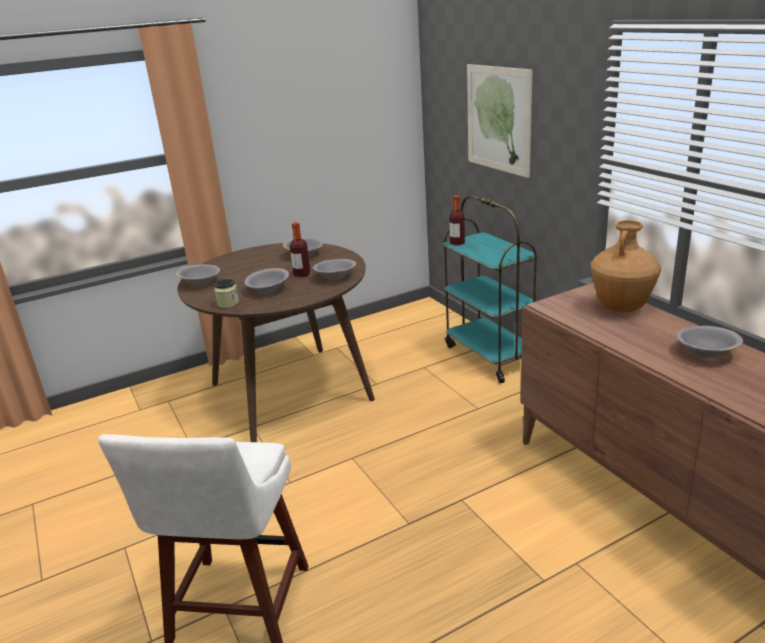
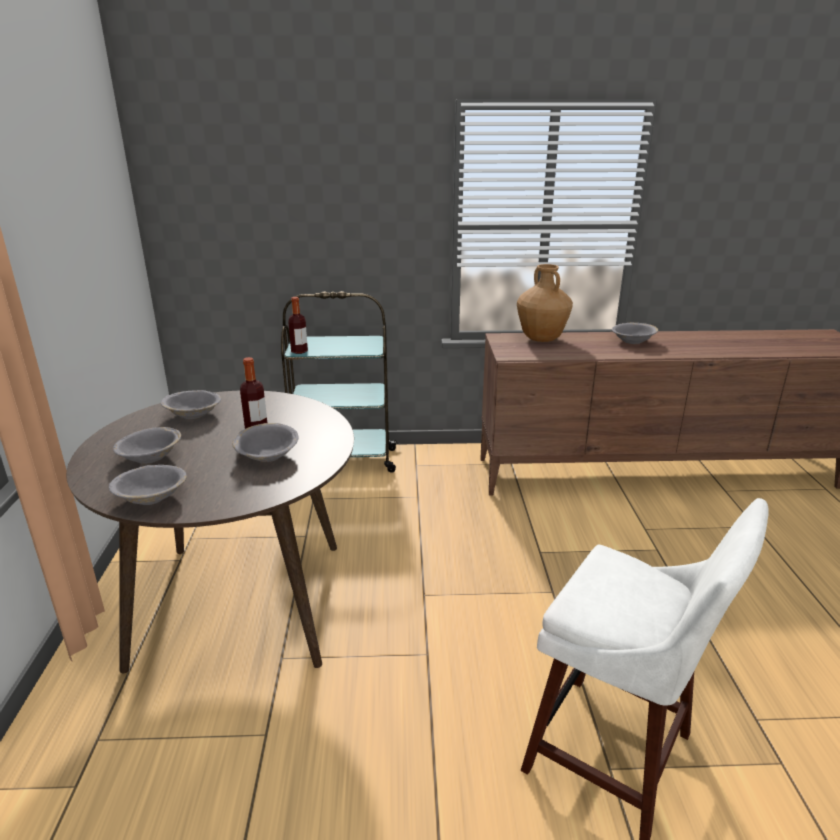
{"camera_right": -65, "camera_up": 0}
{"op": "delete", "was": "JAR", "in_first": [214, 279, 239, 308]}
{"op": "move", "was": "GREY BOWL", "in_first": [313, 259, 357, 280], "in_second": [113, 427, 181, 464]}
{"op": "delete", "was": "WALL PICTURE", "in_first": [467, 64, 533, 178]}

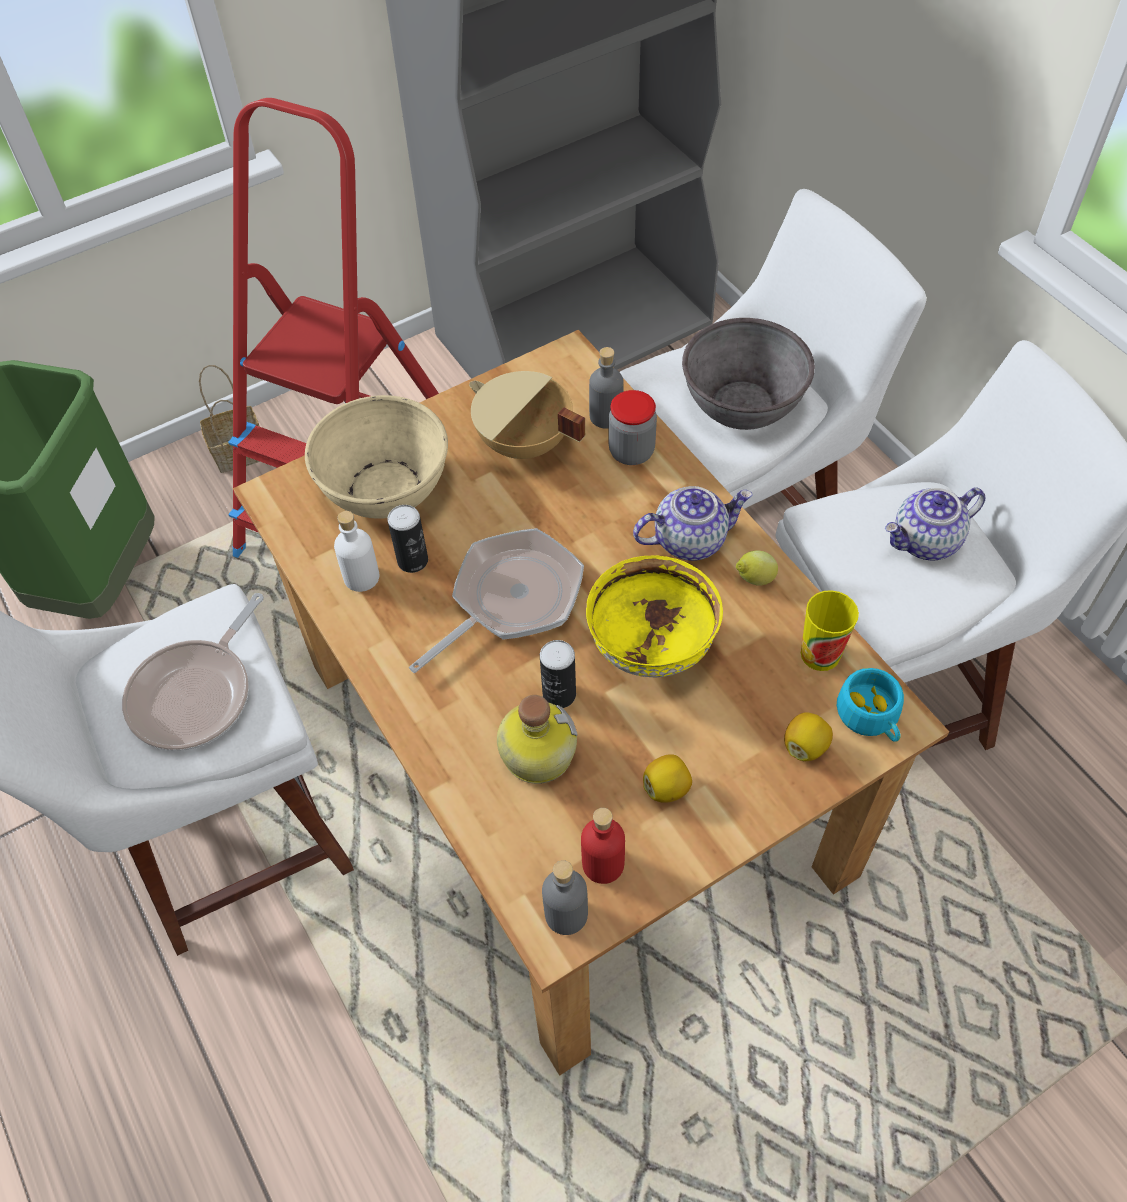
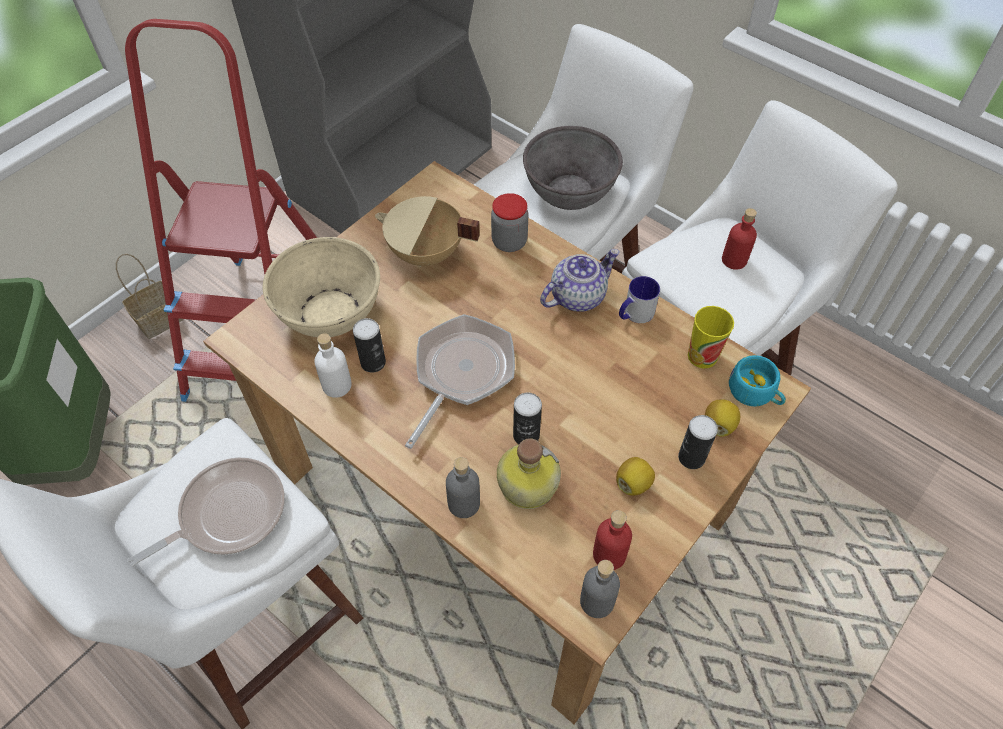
{"camera_right": -20, "camera_up": 0}
{"op": "rotate", "was": "SKILLET", "in_first": [122, 593, 264, 751], "in_second": [126, 457, 285, 567], "clockwise": -135}
{"op": "delete", "was": "YELLOWISH BOWL", "in_first": [586, 555, 723, 677]}
{"op": "move", "was": "GREY BOTTLE", "in_first": [589, 347, 624, 428], "in_second": [446, 457, 480, 518]}
{"op": "replace", "was": "LEMON", "now": "COFFEE MUG", "in_first": [736, 551, 778, 586], "in_second": [619, 276, 660, 323]}
{"op": "replace", "was": "POT FOR TEA", "now": "RED-COLOURED BOTTLE", "in_first": [885, 487, 986, 560], "in_second": [722, 208, 757, 270]}
{"op": "insert", "now": "SEALED CAN", "in_second": [678, 415, 718, 469]}

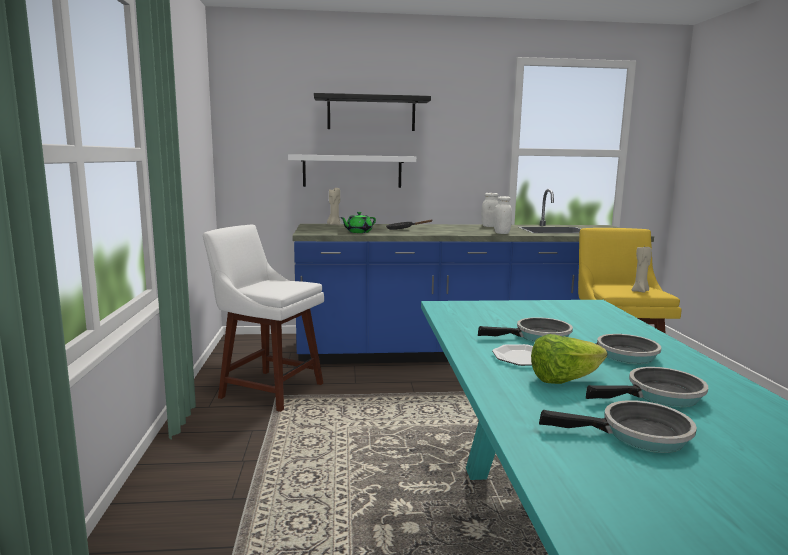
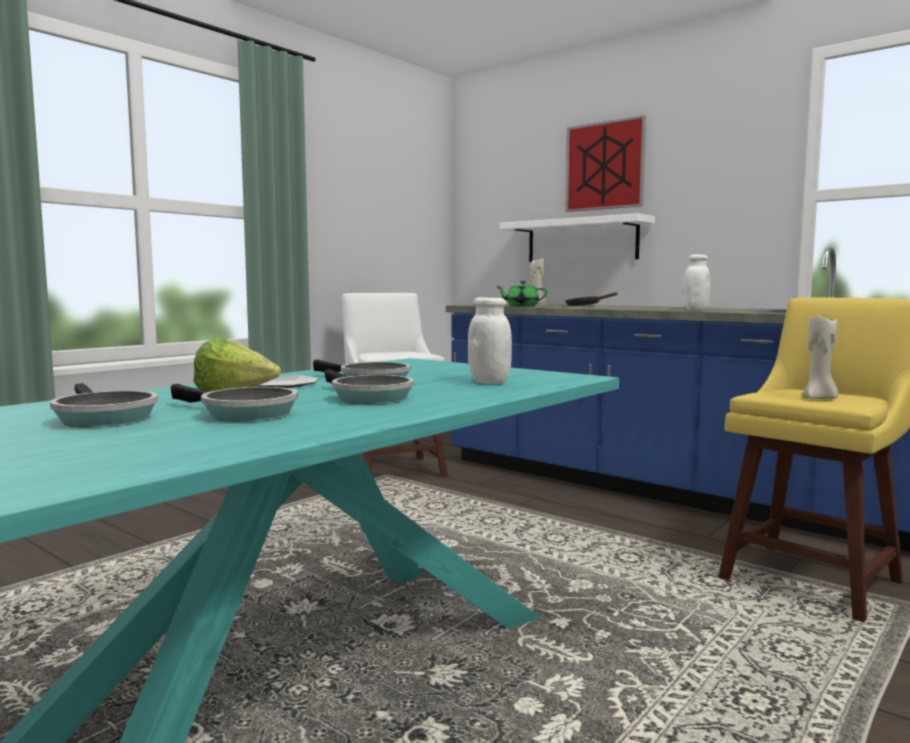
{"camera_right": 45, "camera_up": -5}
{"op": "replace", "was": "BLACK BRACKET SHELF", "now": "WALL PICTURE", "in_first": [314, 93, 431, 131], "in_second": [565, 115, 646, 212]}
{"op": "move", "was": "WHITE-COLOURED JAR", "in_first": [481, 193, 498, 227], "in_second": [468, 297, 512, 384]}

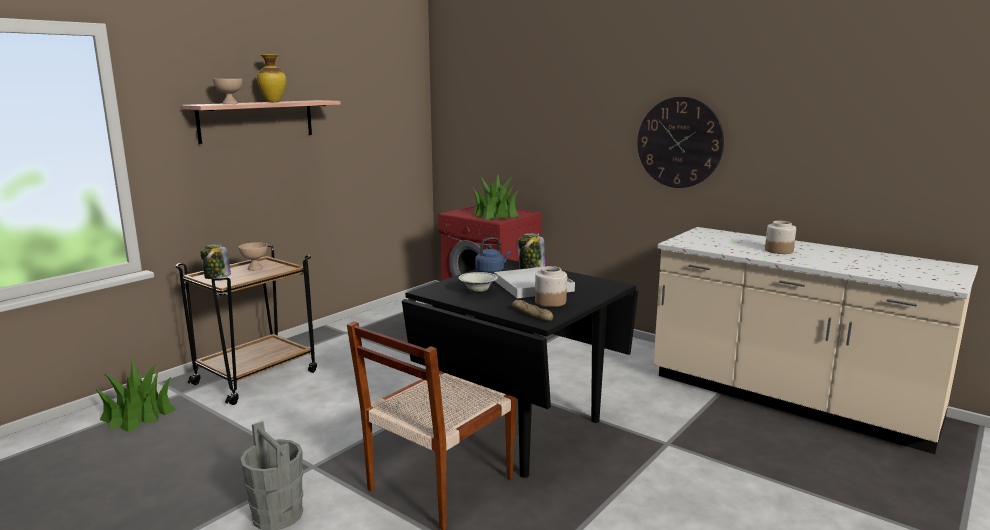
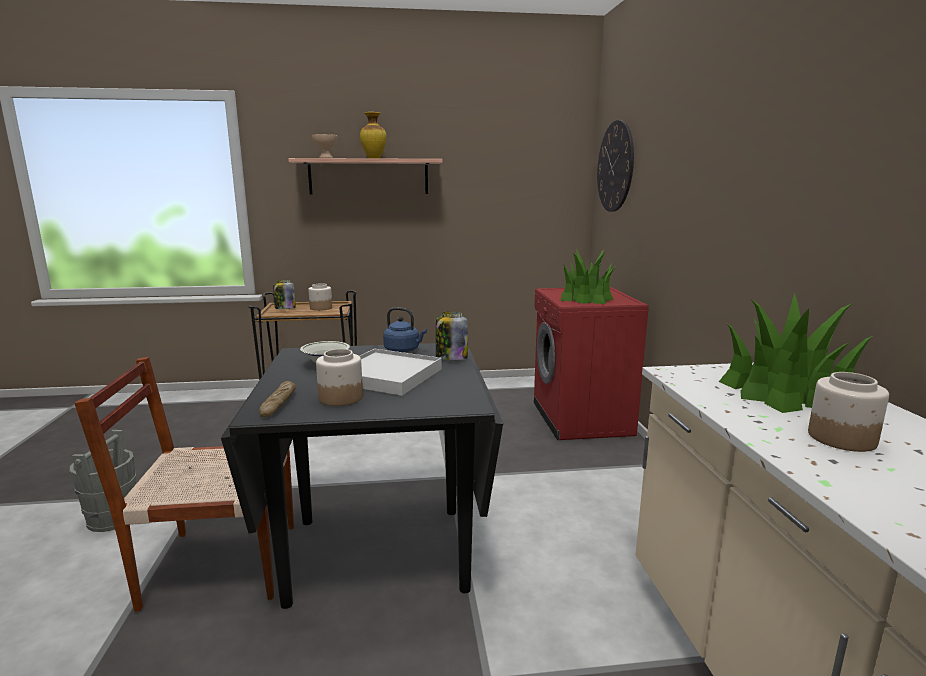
{"camera_right": 45, "camera_up": 0}
{"op": "move", "was": "HOUSEPLANT", "in_first": [94, 360, 176, 432], "in_second": [719, 292, 873, 413]}
{"op": "replace", "was": "BEIGE-COLOURED BOWL", "now": "JAR", "in_first": [239, 242, 267, 271], "in_second": [308, 283, 332, 311]}
{"op": "move", "was": "CLOCK ON THE WALL", "in_first": [637, 97, 724, 188], "in_second": [597, 120, 634, 212]}

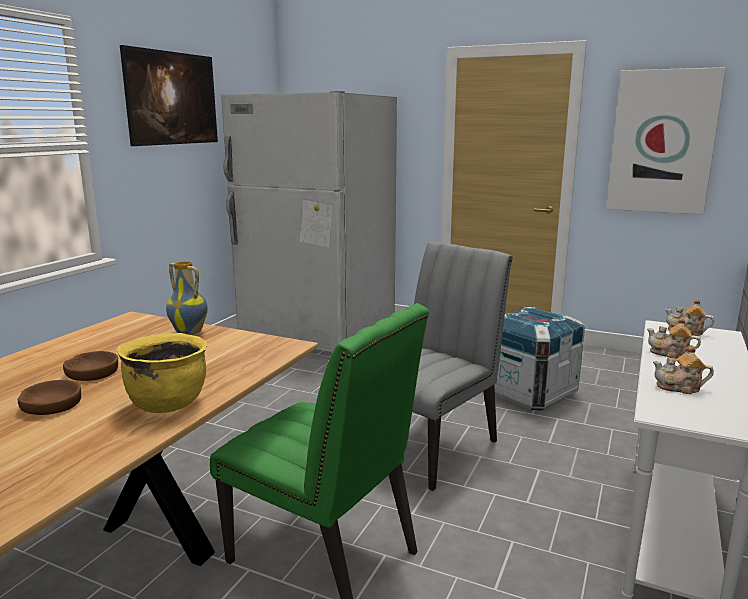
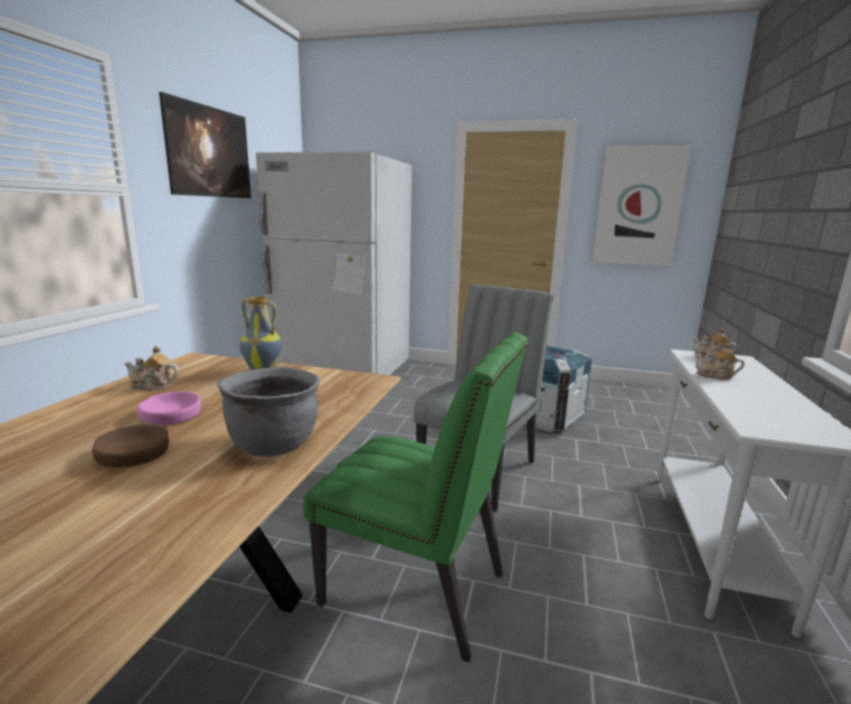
{"camera_right": -10, "camera_up": 0}
{"op": "recolor", "was": "BROWN-COLOURED BOWL", "now": "PINK-COLOURED BOWL", "in_first": [63, 351, 118, 381], "in_second": [137, 391, 201, 425]}
{"op": "recolor", "was": "YELLOWISH SAUCEPOT", "now": "GREY SAUCEPOT", "in_first": [117, 333, 207, 413], "in_second": [217, 367, 320, 457]}
{"op": "move", "was": "POT FOR TEA", "in_first": [653, 345, 714, 394], "in_second": [124, 346, 179, 391]}

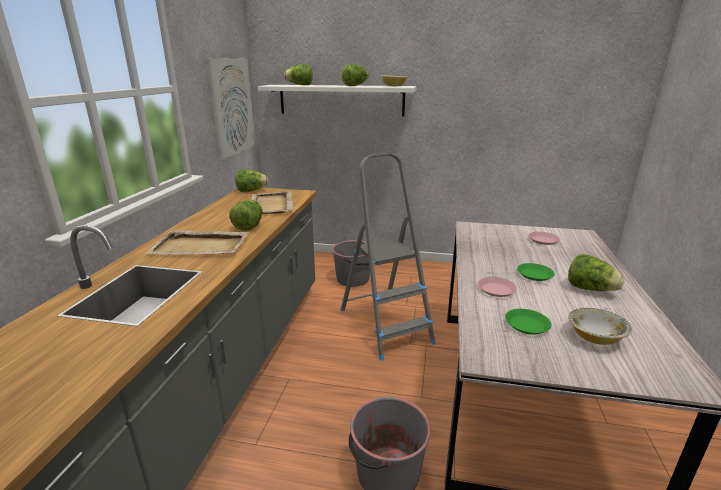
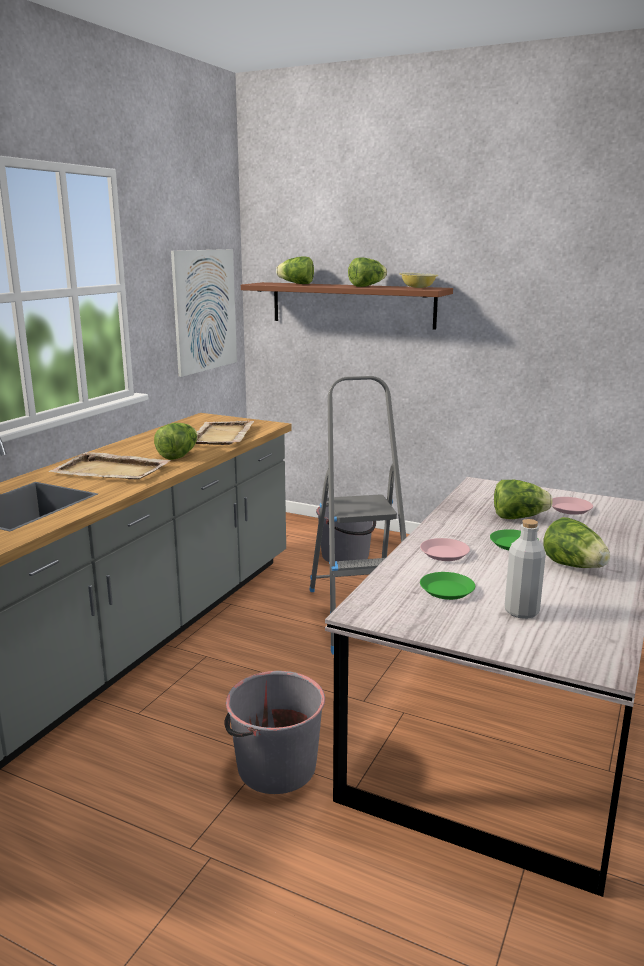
{"camera_right": 15, "camera_up": -5}
{"op": "move", "was": "HEAD OF LETTUCE", "in_first": [235, 169, 268, 192], "in_second": [494, 480, 553, 519]}
{"op": "recolor", "was": "WHITE-COLOURED BRACKET SHELF", "now": "BROWN-COLOURED BRACKET SHELF", "in_first": [258, 85, 417, 116], "in_second": [241, 282, 453, 330]}
{"op": "replace", "was": "BOWL", "now": "GREY BOTTLE", "in_first": [568, 308, 632, 345], "in_second": [505, 519, 546, 619]}

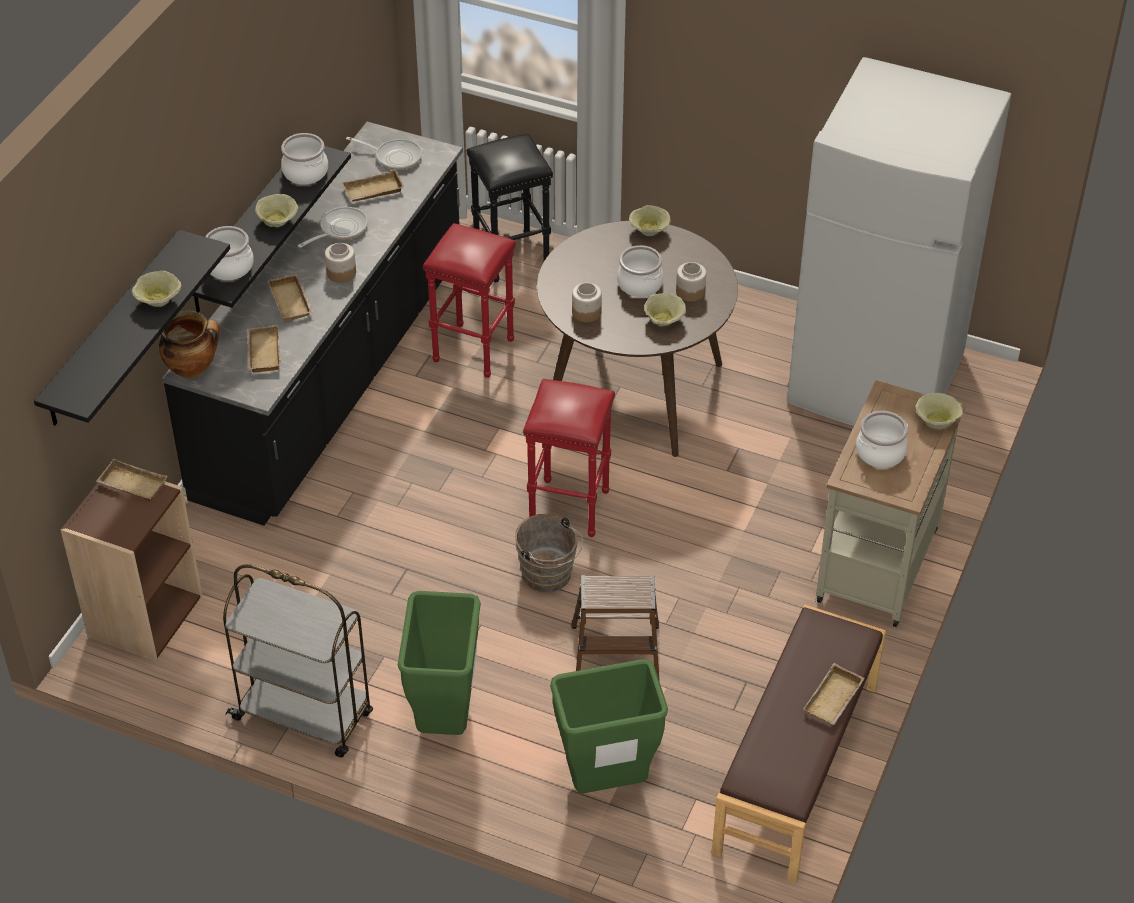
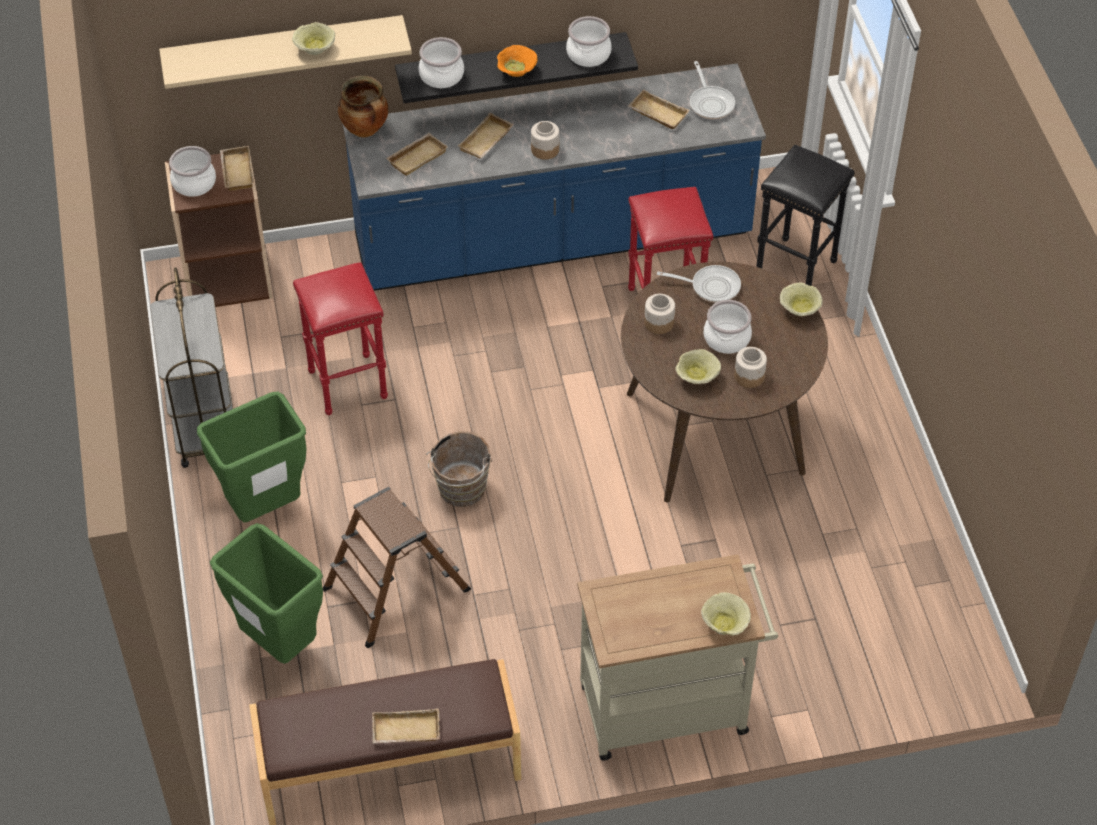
{"camera_right": 55, "camera_up": 5}
{"op": "recolor", "was": "BLACK BRACKET SHELF", "now": "BEIGE-COLOURED BRACKET SHELF", "in_first": [34, 229, 230, 426], "in_second": [159, 15, 412, 89]}
{"op": "recolor", "was": "BLACK COUNTER", "now": "BLUISH COUNTER", "in_first": [162, 122, 463, 526], "in_second": [342, 63, 766, 291]}
{"op": "recolor", "was": "BEIGE-COLOURED BOWL", "now": "ORANGE BOWL", "in_first": [255, 194, 298, 227], "in_second": [497, 45, 538, 77]}
{"op": "move", "was": "SKILLET", "in_first": [298, 207, 368, 248], "in_second": [657, 265, 741, 303]}
{"op": "move", "was": "RED-COLOURED STOOL SEAT", "in_first": [523, 379, 615, 537], "in_second": [293, 262, 388, 415]}
{"op": "delete", "was": "WHITE-COLOURED REFRIGERATOR", "in_first": [787, 57, 1011, 426]}
{"op": "move", "was": "SAUCEPOT", "in_first": [856, 411, 908, 468], "in_second": [169, 146, 216, 197]}

